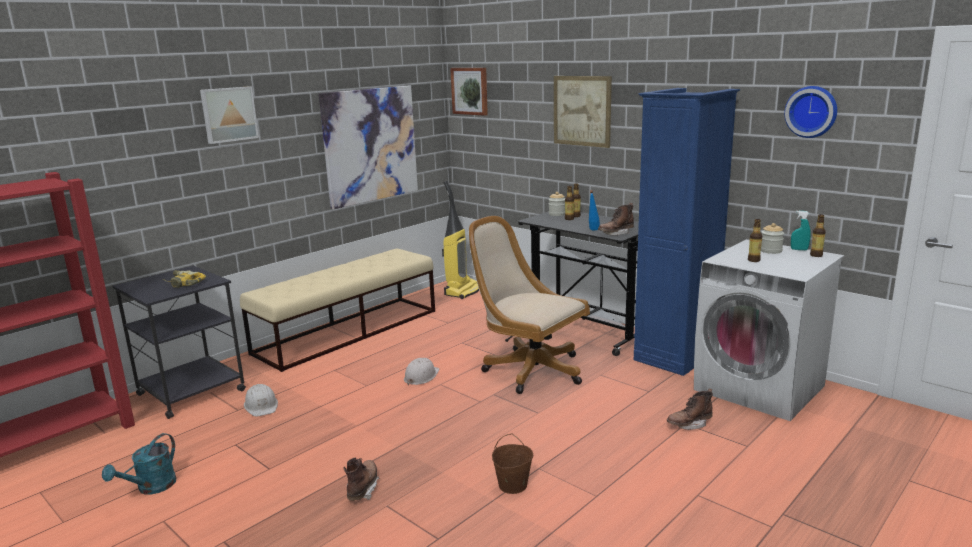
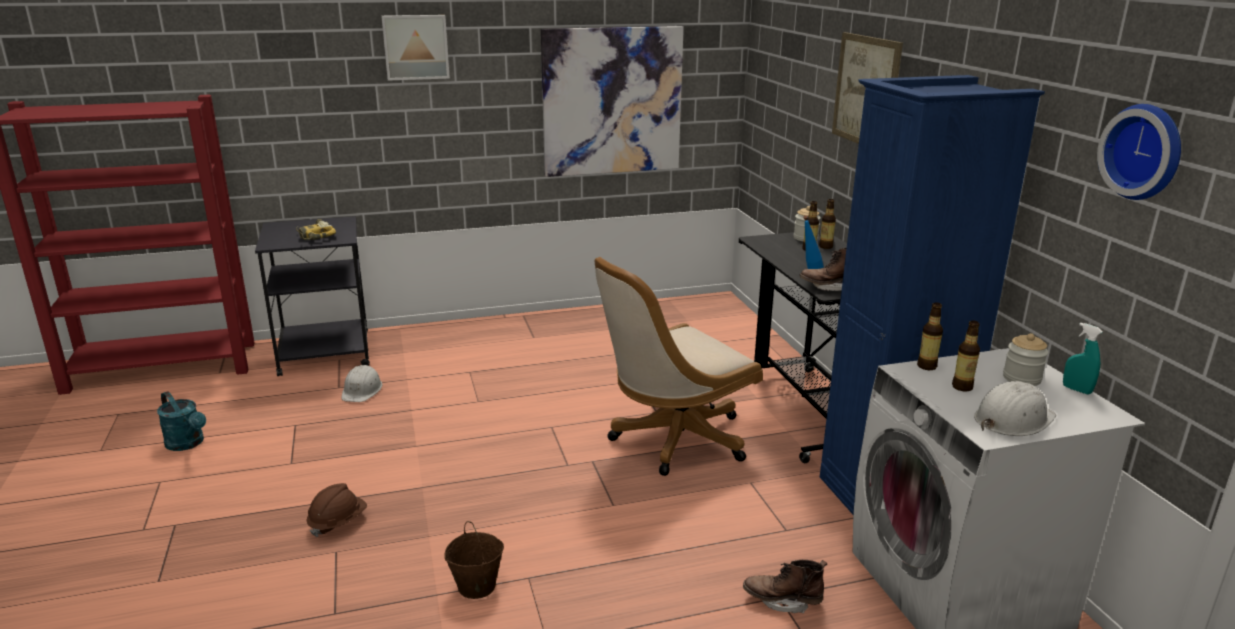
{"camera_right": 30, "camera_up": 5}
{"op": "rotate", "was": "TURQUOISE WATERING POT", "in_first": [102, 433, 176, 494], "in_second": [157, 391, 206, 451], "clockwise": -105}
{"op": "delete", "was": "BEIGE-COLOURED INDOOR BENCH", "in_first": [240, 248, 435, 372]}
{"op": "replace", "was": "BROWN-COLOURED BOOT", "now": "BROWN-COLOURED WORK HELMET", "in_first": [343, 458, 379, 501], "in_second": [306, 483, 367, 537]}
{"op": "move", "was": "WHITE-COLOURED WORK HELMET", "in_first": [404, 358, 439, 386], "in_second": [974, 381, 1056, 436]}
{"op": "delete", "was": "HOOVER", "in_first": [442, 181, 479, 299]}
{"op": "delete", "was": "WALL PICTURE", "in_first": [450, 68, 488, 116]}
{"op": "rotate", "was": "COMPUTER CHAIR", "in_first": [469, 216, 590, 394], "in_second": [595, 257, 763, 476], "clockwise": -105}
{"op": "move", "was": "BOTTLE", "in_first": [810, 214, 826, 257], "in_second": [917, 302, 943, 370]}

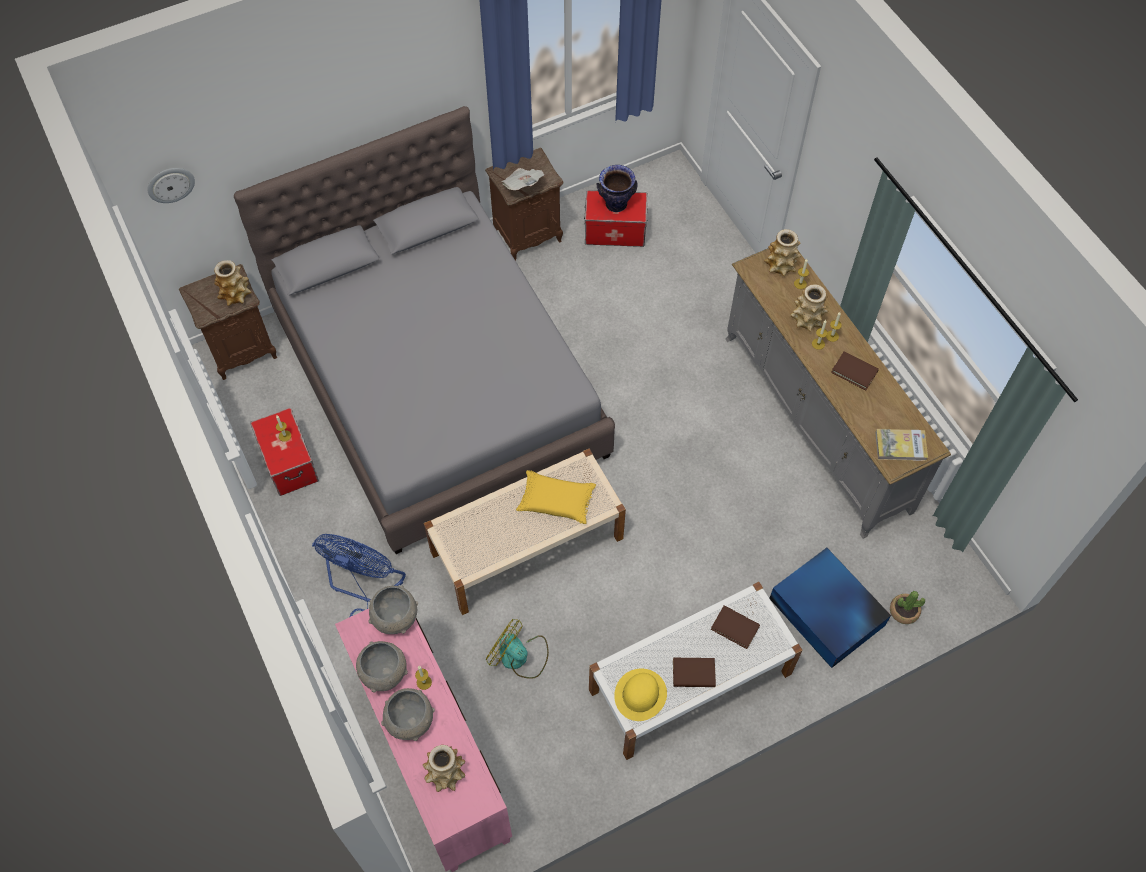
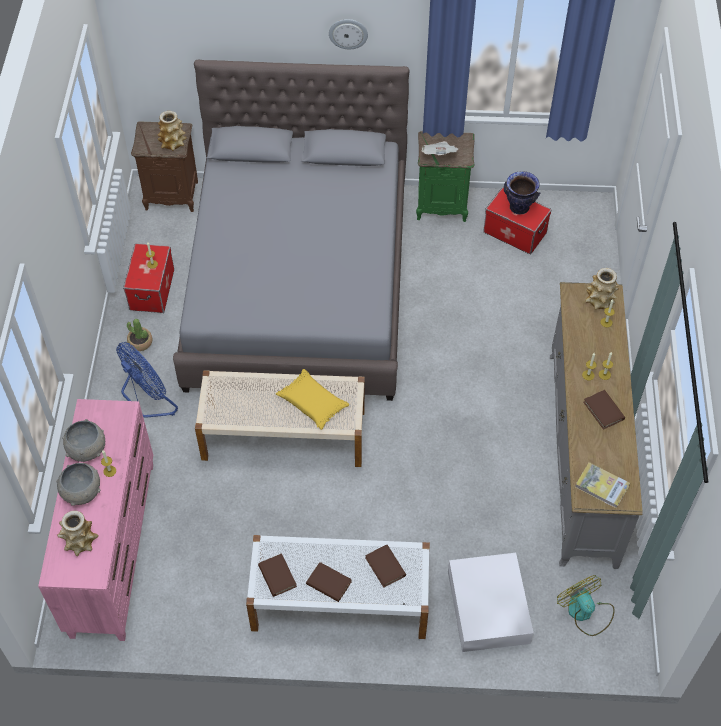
{"camera_right": 30, "camera_up": -5}
{"op": "move", "was": "CLOCK ON THE WALL", "in_first": [147, 168, 195, 203], "in_second": [329, 19, 368, 49]}
{"op": "delete", "was": "GREY BOWL", "in_first": [368, 585, 418, 634]}
{"op": "recolor", "was": "BROWN-COLOURED NIGHT TABLE", "now": "GREEN NIGHT TABLE", "in_first": [485, 148, 563, 261], "in_second": [416, 131, 475, 222]}
{"op": "move", "was": "COOLING FAN", "in_first": [486, 619, 549, 679], "in_second": [557, 575, 615, 636]}
{"op": "replace", "was": "YELLOWISH HAT", "now": "BROWN-COLOURED BOOK", "in_first": [614, 669, 667, 721], "in_second": [258, 553, 297, 597]}
{"op": "recolor", "was": "BLUISH STORAGE BIN", "now": "WHITE-COLOURED STORAGE BIN", "in_first": [769, 548, 891, 668], "in_second": [448, 553, 534, 652]}
{"op": "delete", "was": "DECORATIVE VASE", "in_first": [790, 284, 828, 332]}
{"op": "move", "was": "HOUSEPLANT", "in_first": [890, 591, 925, 624], "in_second": [127, 319, 152, 351]}

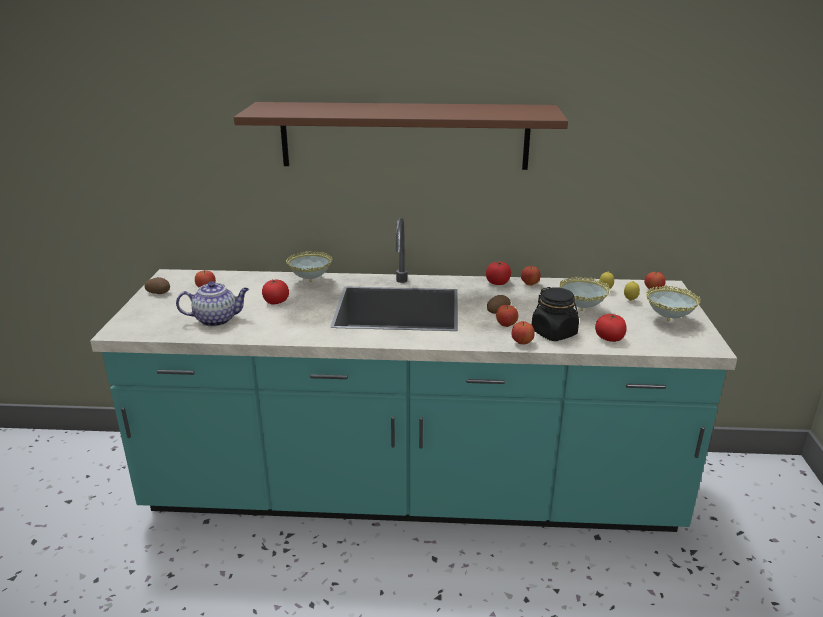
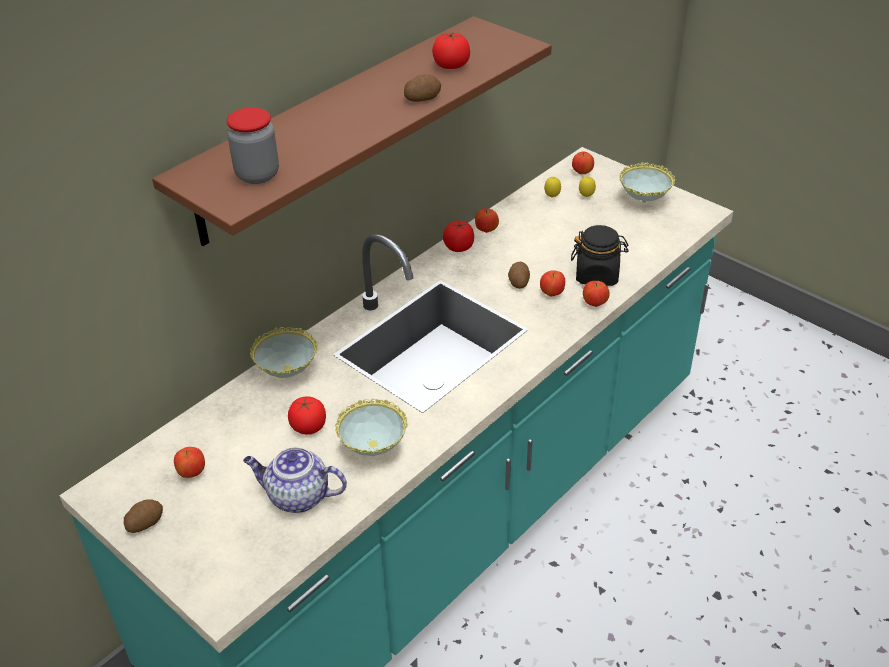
{"camera_right": -50, "camera_up": 15}
{"op": "rotate", "was": "POT FOR TEA", "in_first": [176, 281, 249, 327], "in_second": [243, 447, 347, 513], "clockwise": -105}
{"op": "move", "was": "BOWL", "in_first": [559, 277, 610, 311], "in_second": [335, 399, 408, 456]}
{"op": "move", "was": "FRESH TOMATO", "in_first": [595, 313, 627, 342], "in_second": [432, 32, 470, 69]}
{"op": "insert", "now": "JAR", "in_second": [227, 107, 279, 184]}
{"op": "insert", "now": "WHOLE POTATO", "in_second": [404, 74, 441, 102]}

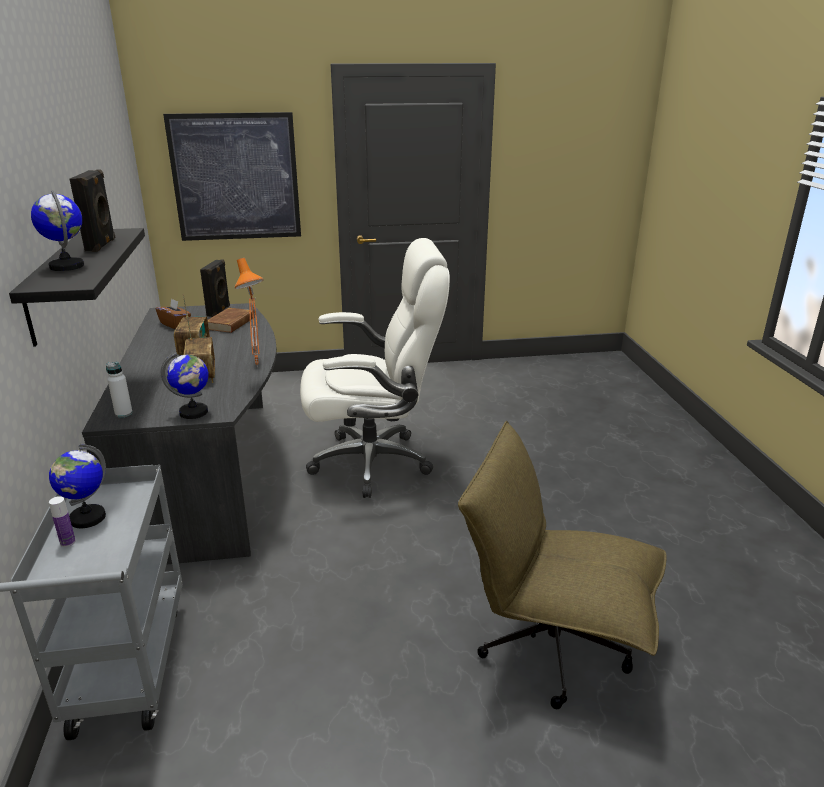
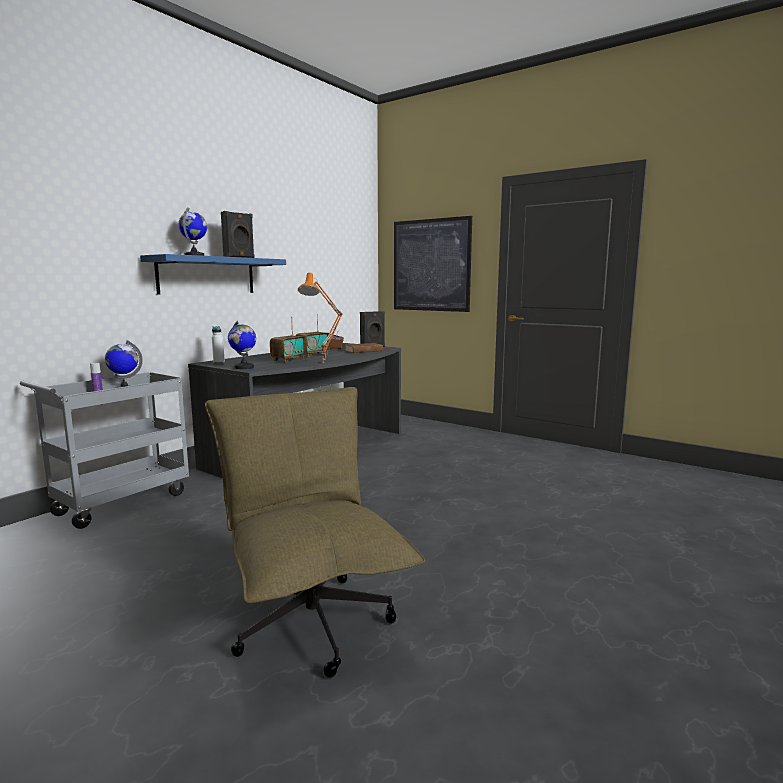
{"camera_right": 45, "camera_up": -15}
{"op": "recolor", "was": "BLACK BRACKET SHELF", "now": "BLUISH BRACKET SHELF", "in_first": [9, 228, 145, 347], "in_second": [140, 254, 286, 295]}
{"op": "delete", "was": "WHITE-COLOURED COMPUTER CHAIR", "in_first": [300, 238, 450, 498]}

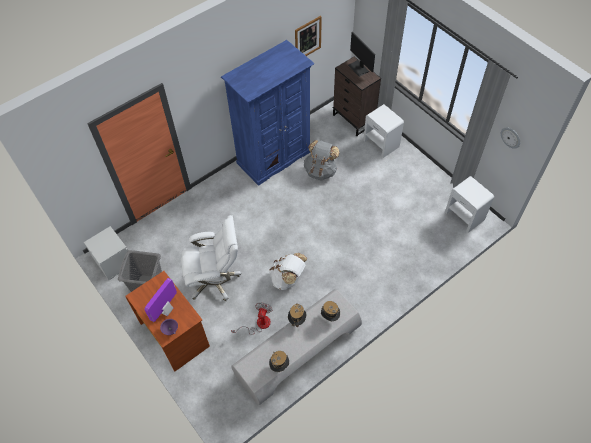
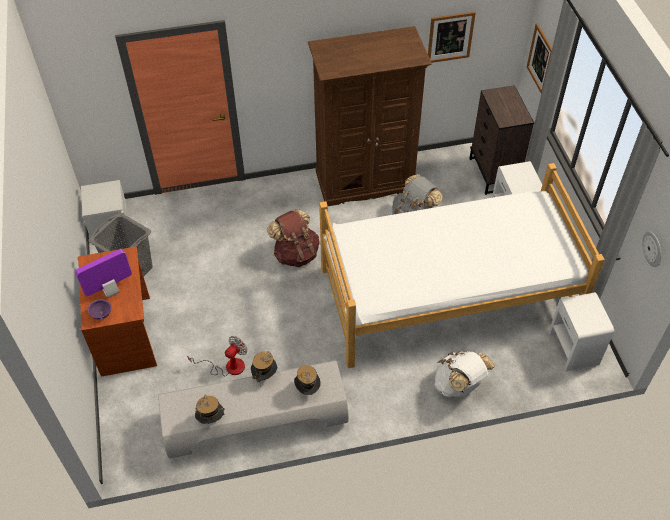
{"camera_right": 25, "camera_up": -5}
{"op": "delete", "was": "WHITE-COLOURED COMPUTER CHAIR", "in_first": [181, 215, 241, 301]}
{"op": "recolor", "was": "BLUISH ARMOIRE", "now": "BROWN-COLOURED ARMOIRE", "in_first": [221, 40, 314, 186], "in_second": [308, 26, 432, 206]}
{"op": "move", "was": "WHITE-COLOURED KNAPSACK", "in_first": [269, 253, 308, 290], "in_second": [434, 351, 495, 397]}
{"op": "delete", "was": "MONITOR", "in_first": [348, 32, 375, 77]}
{"op": "insert", "now": "BROWN-COLOURED KNAPSACK", "in_second": [267, 209, 320, 267]}
{"op": "insert", "now": "BED", "in_second": [319, 163, 605, 368]}
{"op": "insert", "now": "WALL PICTURE", "in_second": [527, 23, 552, 94]}

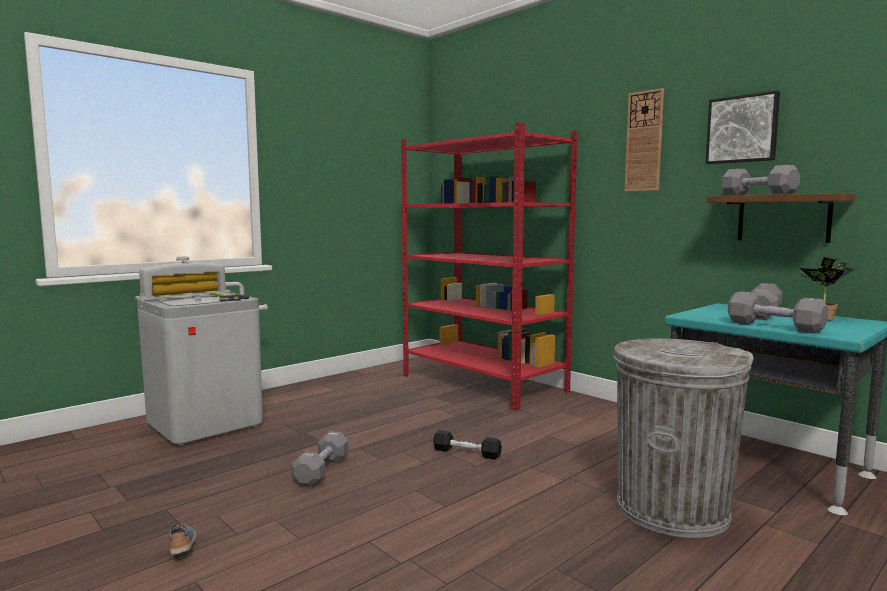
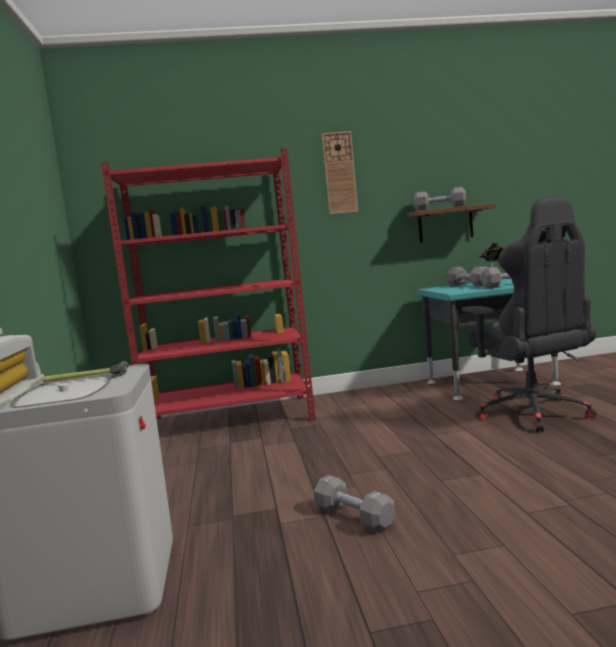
{"camera_right": -55, "camera_up": 0}
{"op": "delete", "was": "LOW SHOE", "in_first": [169, 523, 197, 555]}
{"op": "delete", "was": "BLACK HAND WEIGHT", "in_first": [433, 430, 502, 460]}
{"op": "replace", "was": "GREY RUBBISH BIN", "now": "BLACK COMPUTER CHAIR", "in_first": [613, 338, 753, 538], "in_second": [462, 196, 597, 432]}
{"op": "delete", "was": "WALL PICTURE", "in_first": [705, 91, 780, 164]}

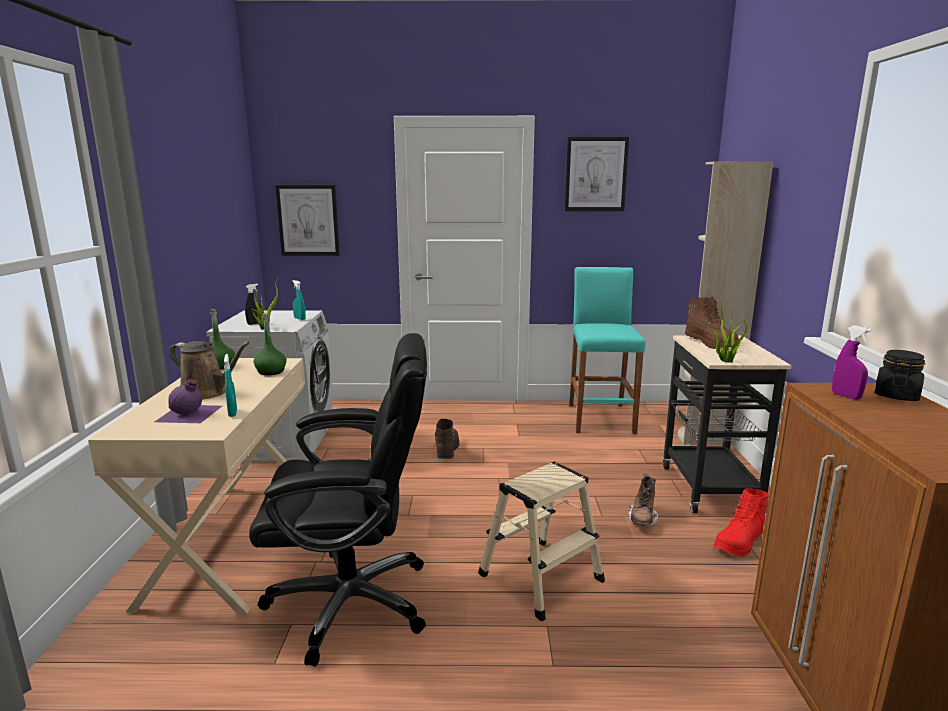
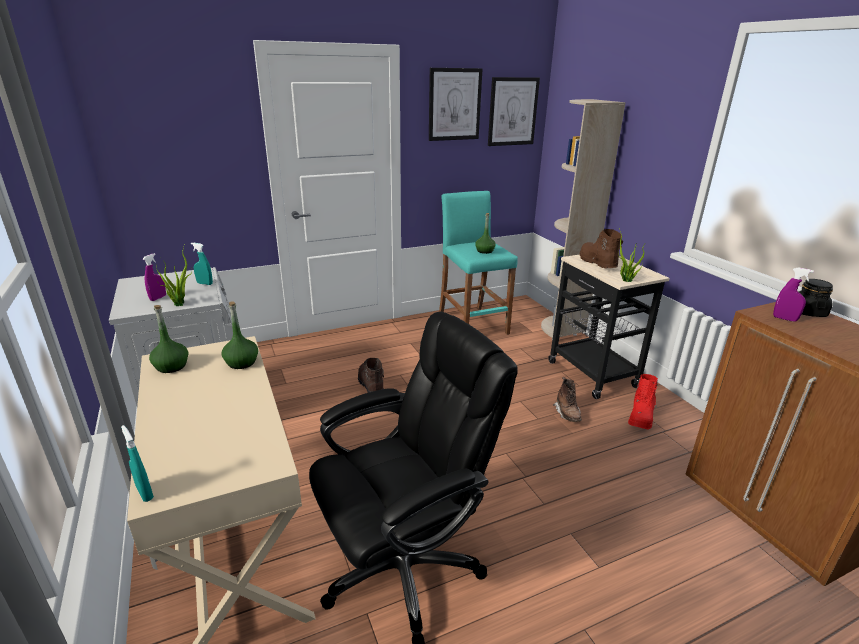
{"camera_right": -25, "camera_up": 10}
{"op": "delete", "was": "PURPLISH BOTTLE", "in_first": [155, 379, 222, 423]}
{"op": "delete", "was": "BROWN-COLOURED WATERING POT", "in_first": [169, 341, 250, 400]}
{"op": "move", "was": "TURQUOISE SPRAYER", "in_first": [224, 354, 237, 417], "in_second": [121, 425, 154, 502]}
{"op": "recolor", "was": "BLACK SPRAYER", "now": "PURPLISH SPRAYER", "in_first": [245, 284, 262, 325], "in_second": [142, 253, 166, 301]}
{"op": "move", "was": "WALL PICTURE", "in_first": [275, 185, 340, 256], "in_second": [488, 77, 540, 146]}
{"op": "delete", "was": "BEIGE-COLOURED STEP STOOL", "in_first": [478, 461, 605, 621]}
{"op": "rotate", "was": "BROWN-COLOURED BOOT", "in_first": [685, 297, 739, 349], "in_second": [580, 229, 623, 268], "clockwise": -150}
{"op": "insert", "now": "GREEN BOTTLE", "in_second": [475, 213, 496, 254]}

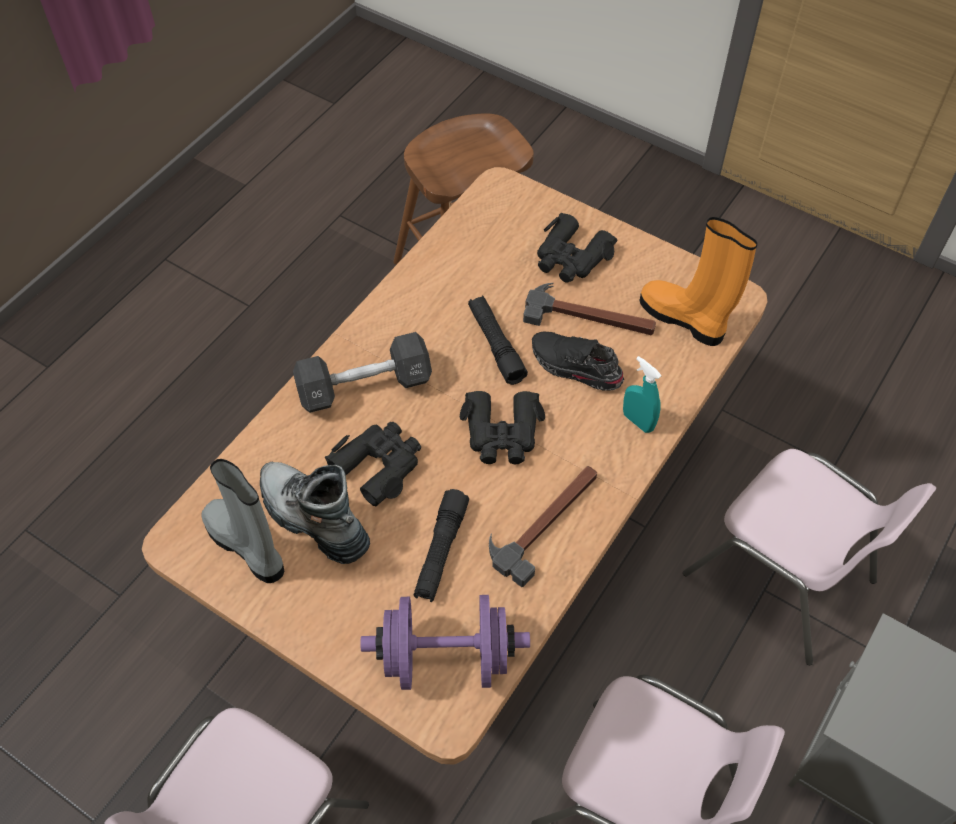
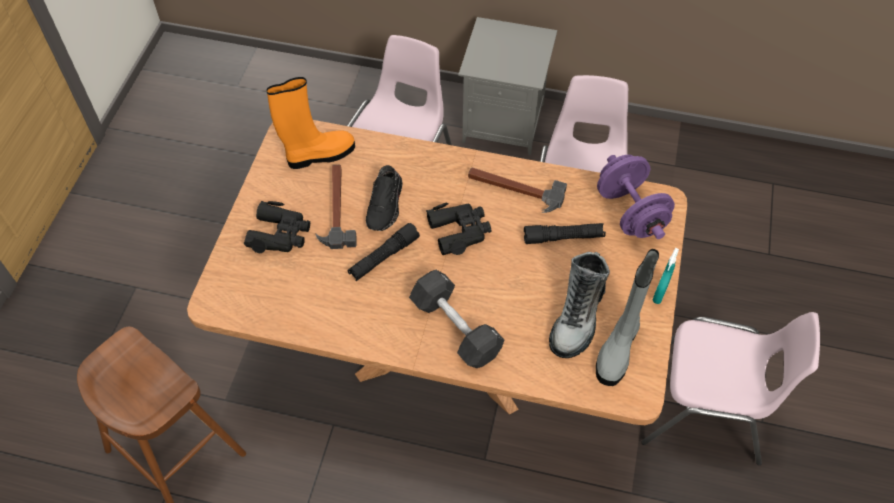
{"camera_right": -110, "camera_up": 0}
{"op": "delete", "was": "BLACK FIELD GLASSES", "in_first": [324, 422, 421, 506]}
{"op": "move", "was": "TURQUOISE SPRAYER", "in_first": [623, 356, 662, 433], "in_second": [653, 248, 679, 304]}
{"op": "rotate", "was": "ORANGE BOOT", "in_first": [639, 217, 758, 346], "in_second": [266, 77, 355, 169], "clockwise": -135}

